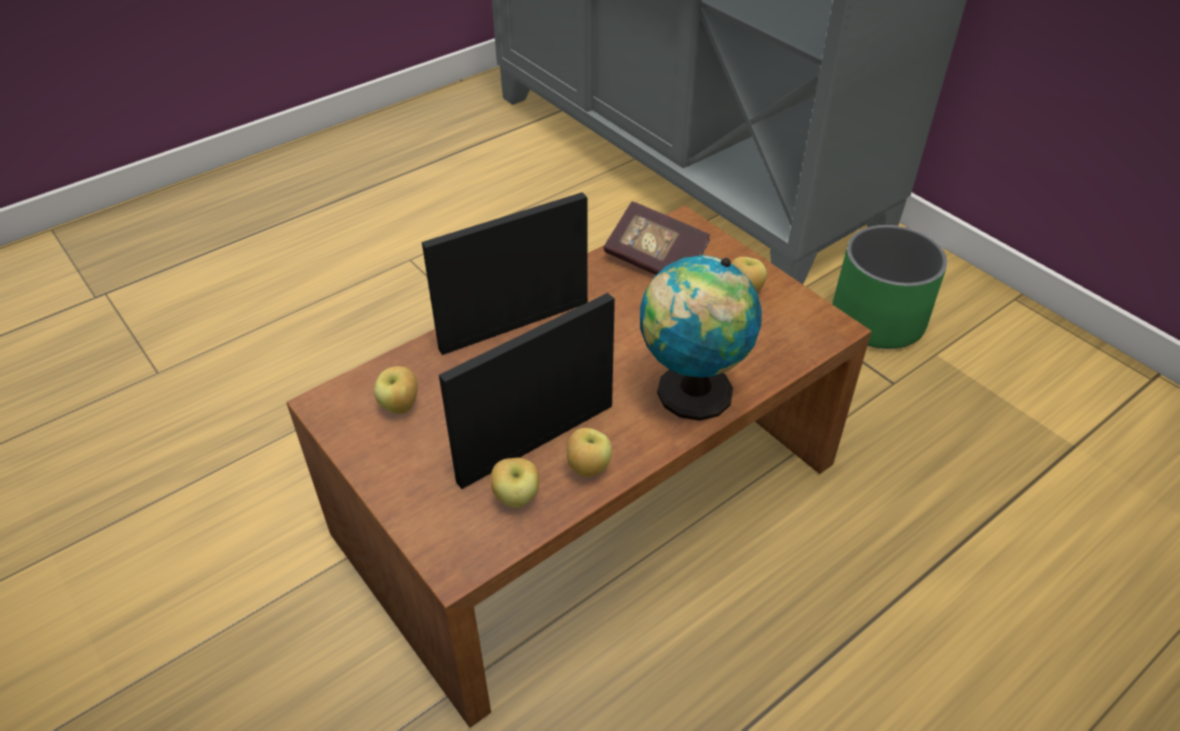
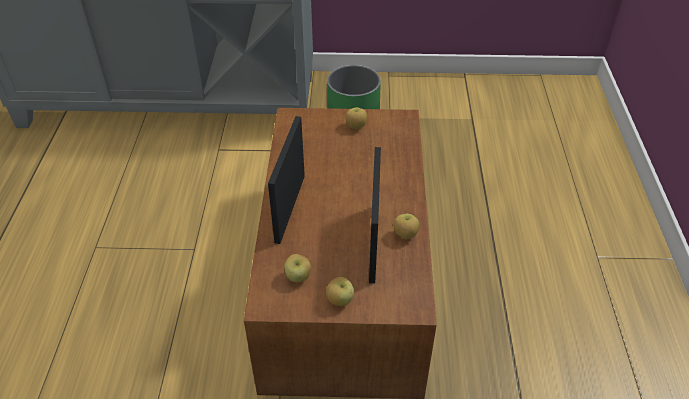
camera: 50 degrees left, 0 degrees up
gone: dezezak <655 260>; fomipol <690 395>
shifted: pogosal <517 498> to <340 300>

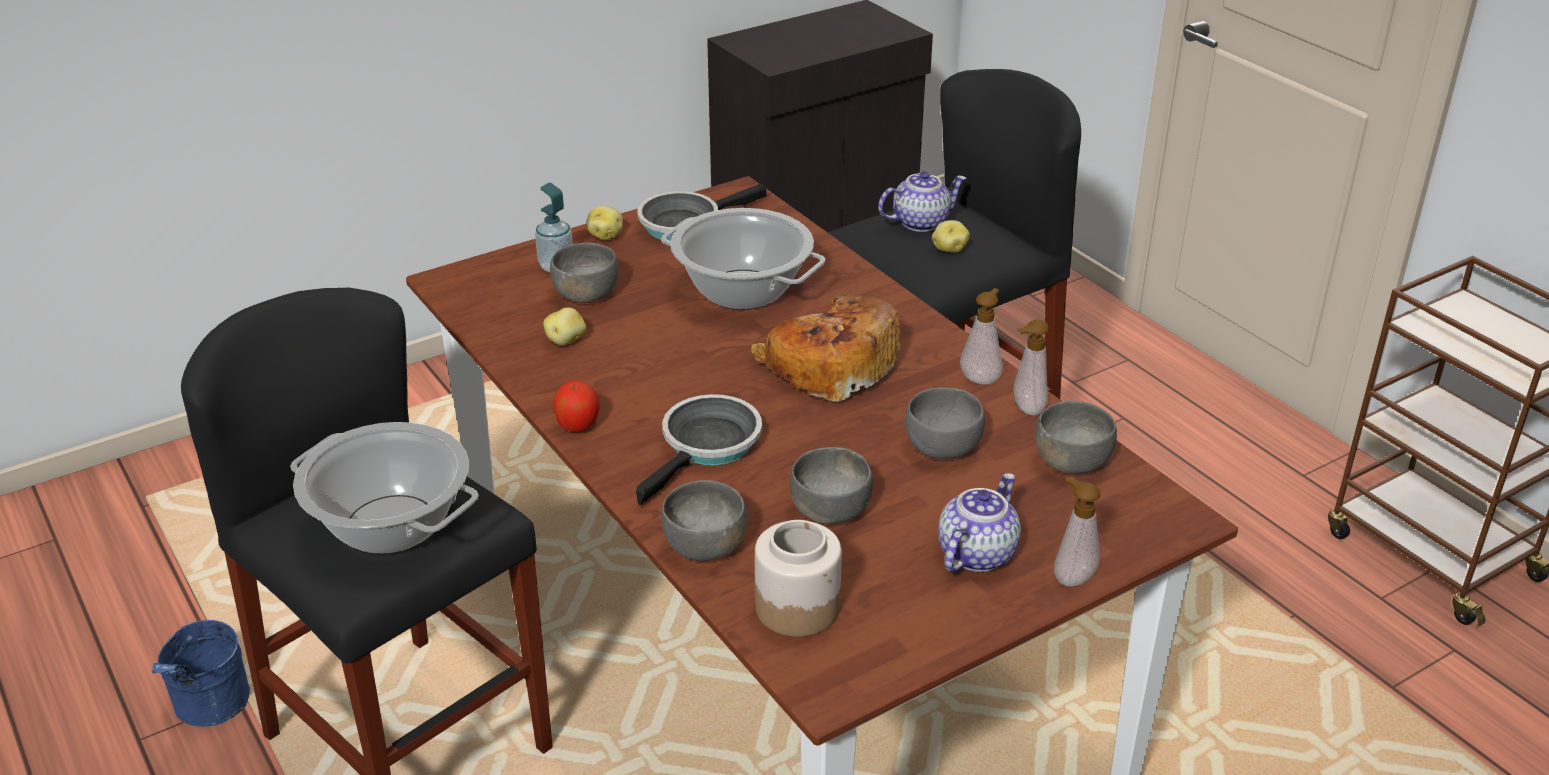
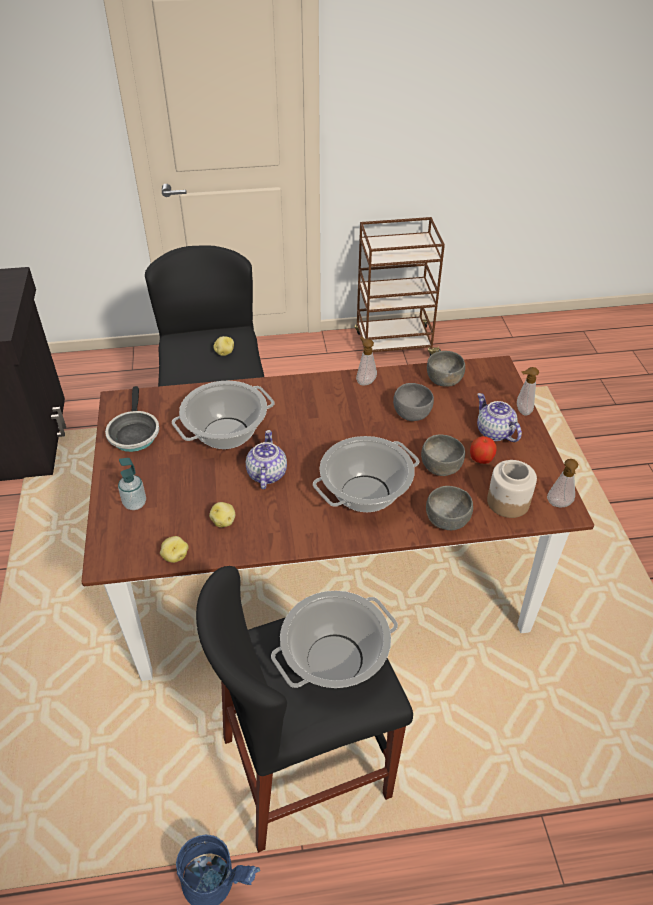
camera: 65 degrees left, 10 degrees up
gone: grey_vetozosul <586 294>; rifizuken <829 364>
shifted: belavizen <606 236> to <175 556>; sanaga <920 222> to <266 474>; pogosal <578 426> to <481 459>; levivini <1025 409> to <559 505>
swapped: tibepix <707 447> to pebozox <365 493>

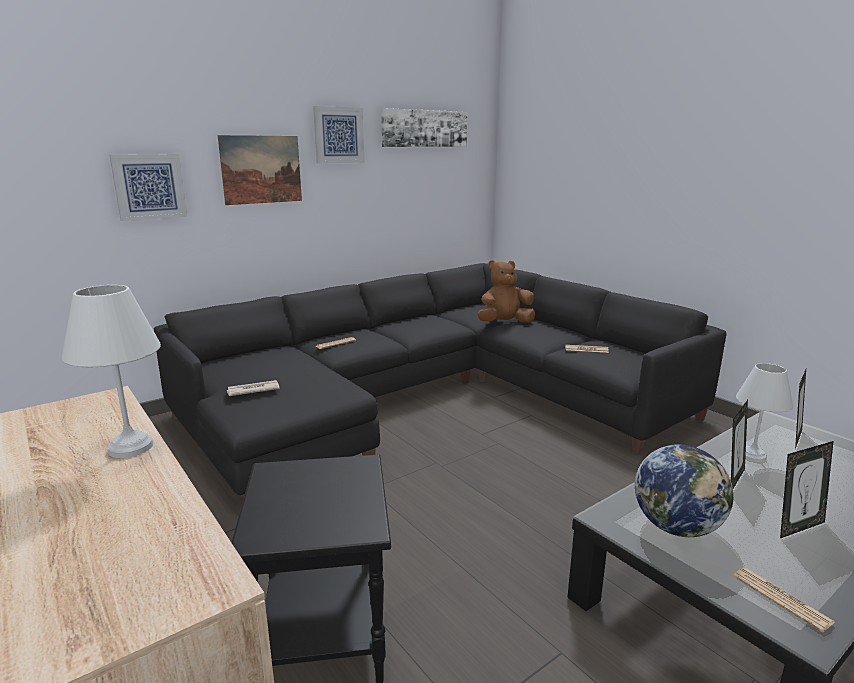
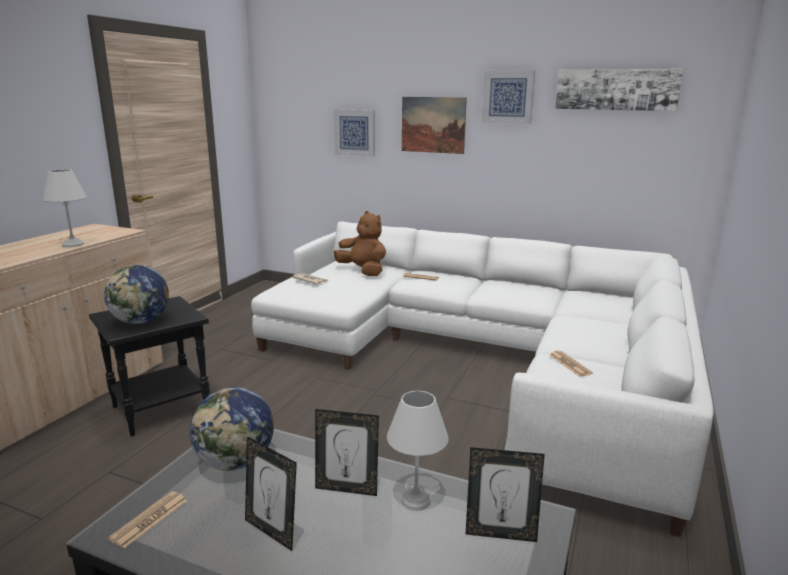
camera: 60 degrees right, 0 degrees up
new: fomipol <141 321>
shifted: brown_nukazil <504 323> to <363 271>
repainted: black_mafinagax <431 397> to white_mafinagax <485 359>

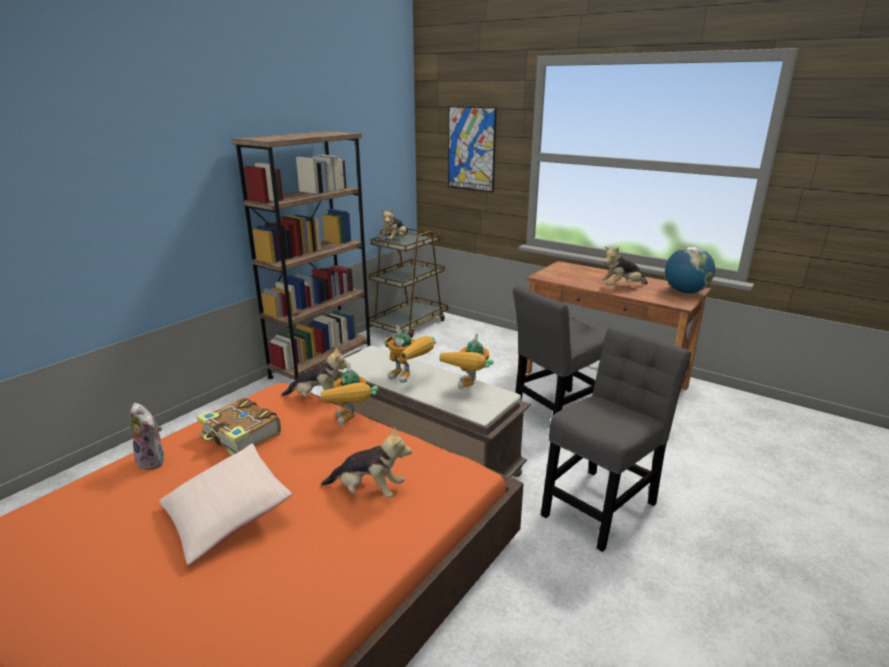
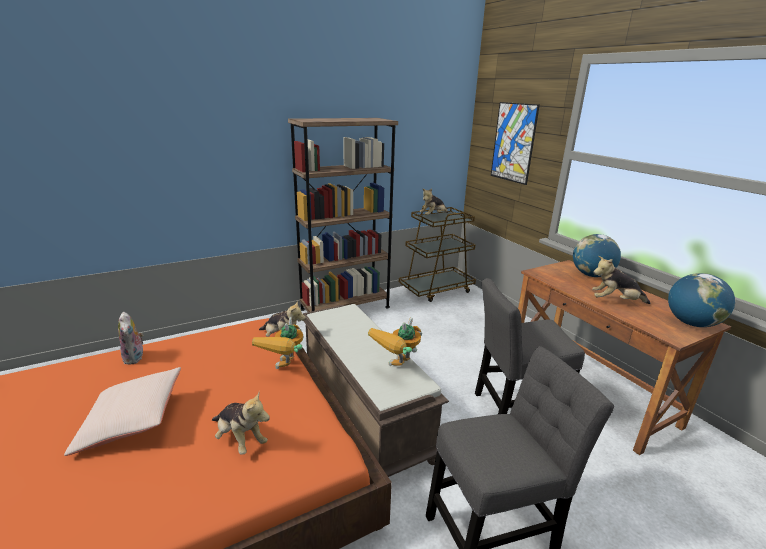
camera: 25 degrees right, 0 degrees up
gone: dezezak <241 437>; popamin <410 378>
new: fomipol <591 275>

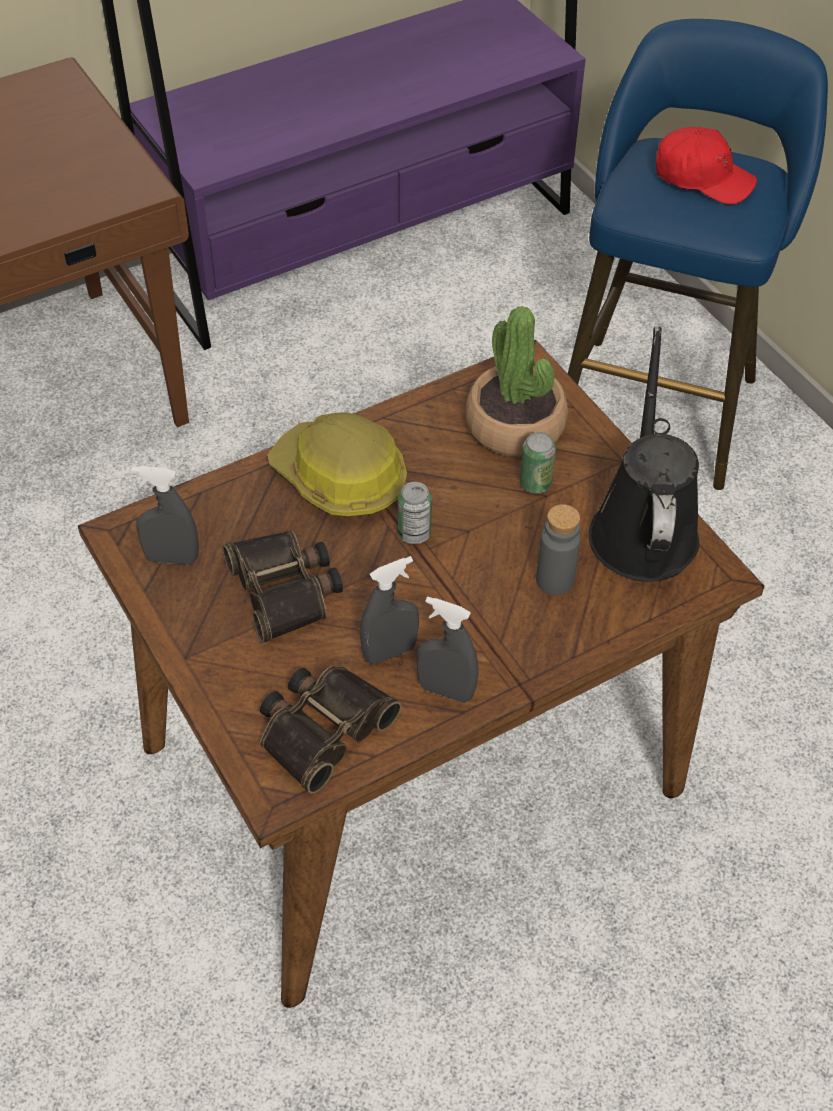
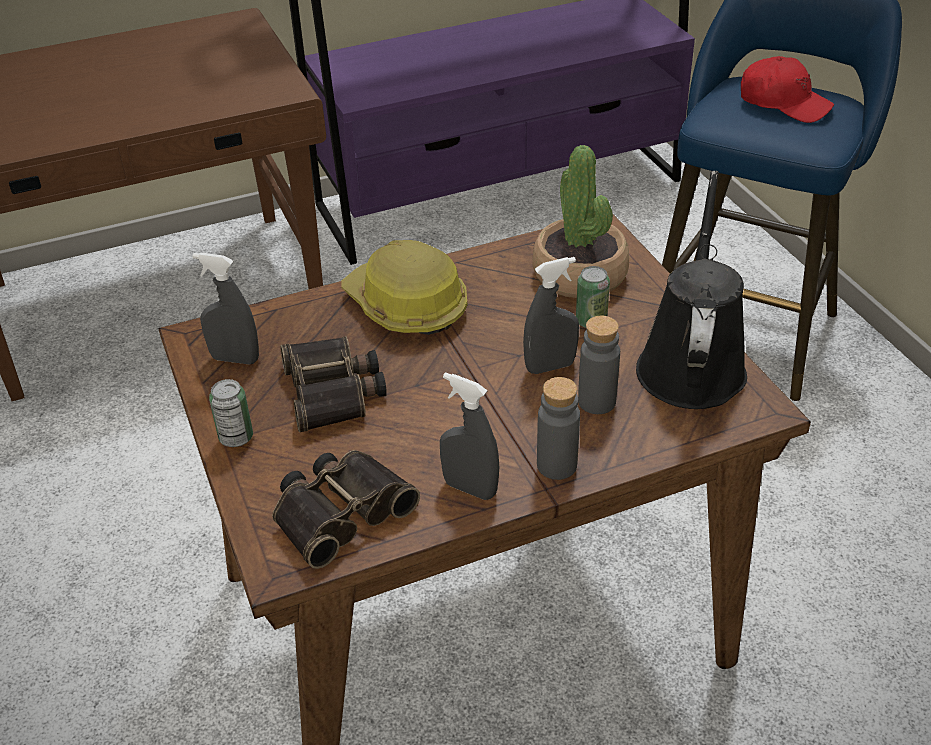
camera: 10 degrees right, 10 degrees down
new: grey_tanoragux <556 465>
shifted: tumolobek <414 534> to <236 437>; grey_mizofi <390 652> to <550 366>

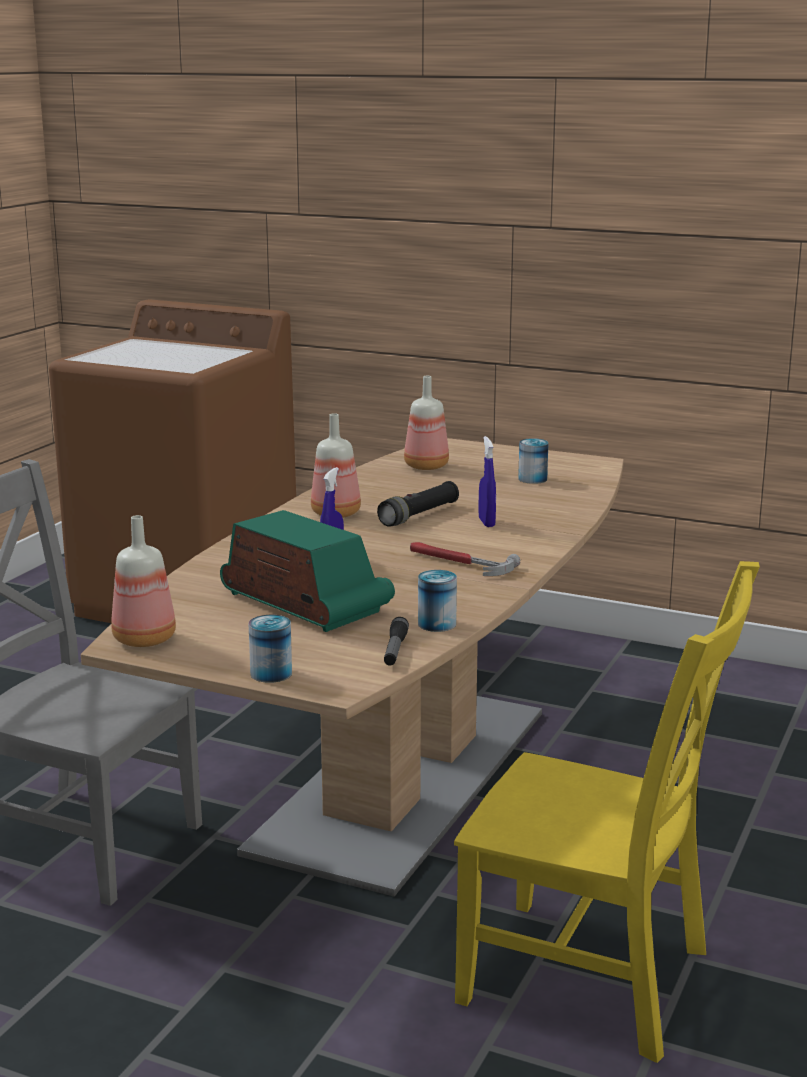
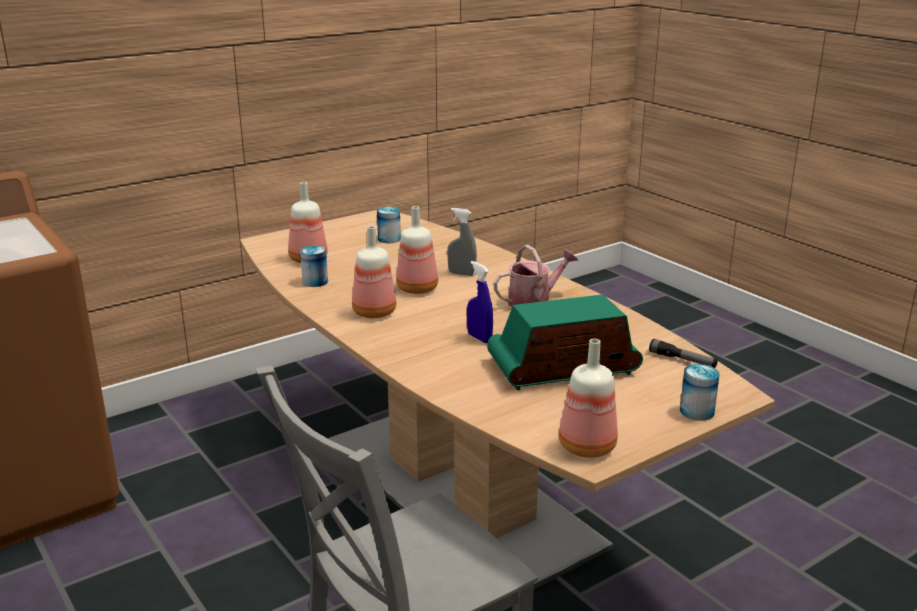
camera: 60 degrees left, 5 degrees up
gone: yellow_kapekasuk <595 980>
shifted: tumolobek <437 624> to <315 282>
swapped: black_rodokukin <419 515> to tanoragux <418 288>; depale <459 563> to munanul <534 301>
repainted: blue_mizofi <486 522> to grey_mizofi <461 273>

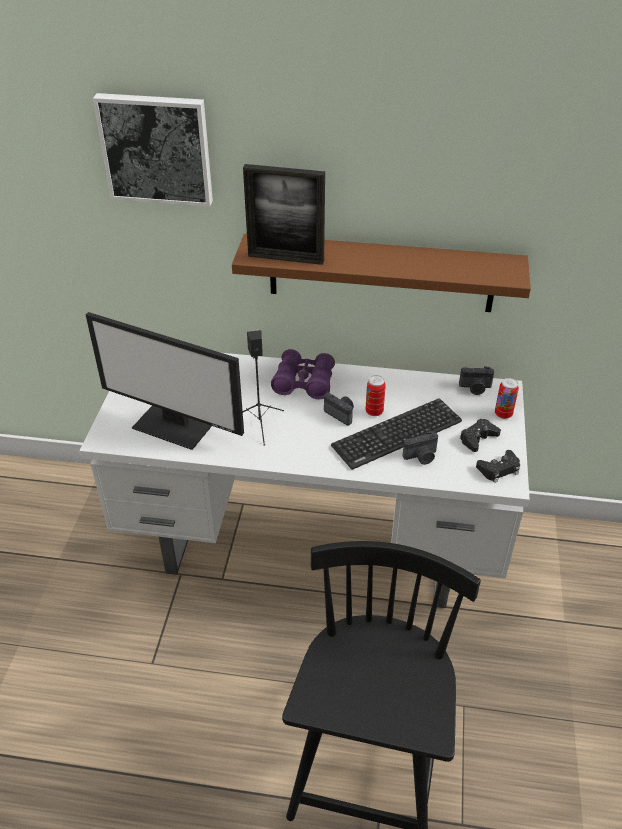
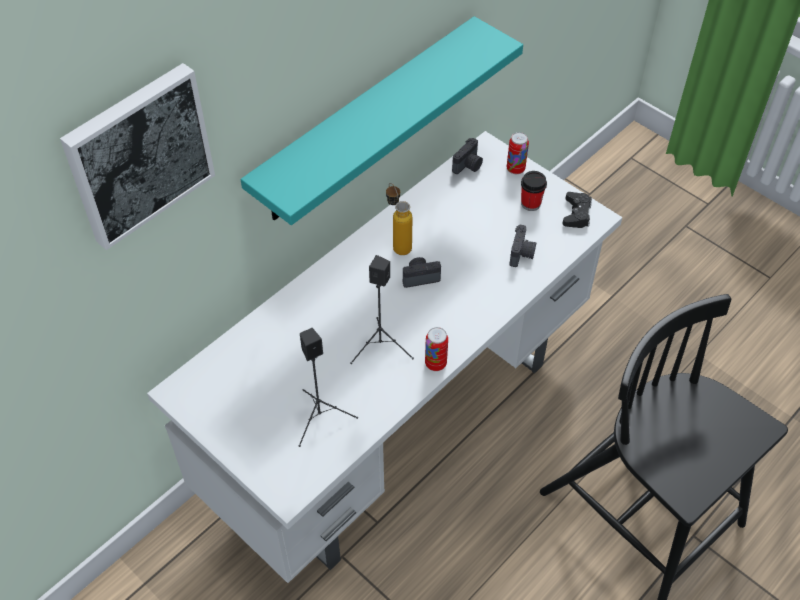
camera: 55 degrees left, 10 degrees up
gone: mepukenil <286 258>; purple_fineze <304 383>; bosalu <397 433>
new: tanoragux <398 243>
shifted: tumolobek <374 411> to <435 363>
swapped: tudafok <175 425> to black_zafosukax <320 417>; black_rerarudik <478 438> to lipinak <530 203>
repainted: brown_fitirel <381 273> to turquoise_fitirel <366 121>

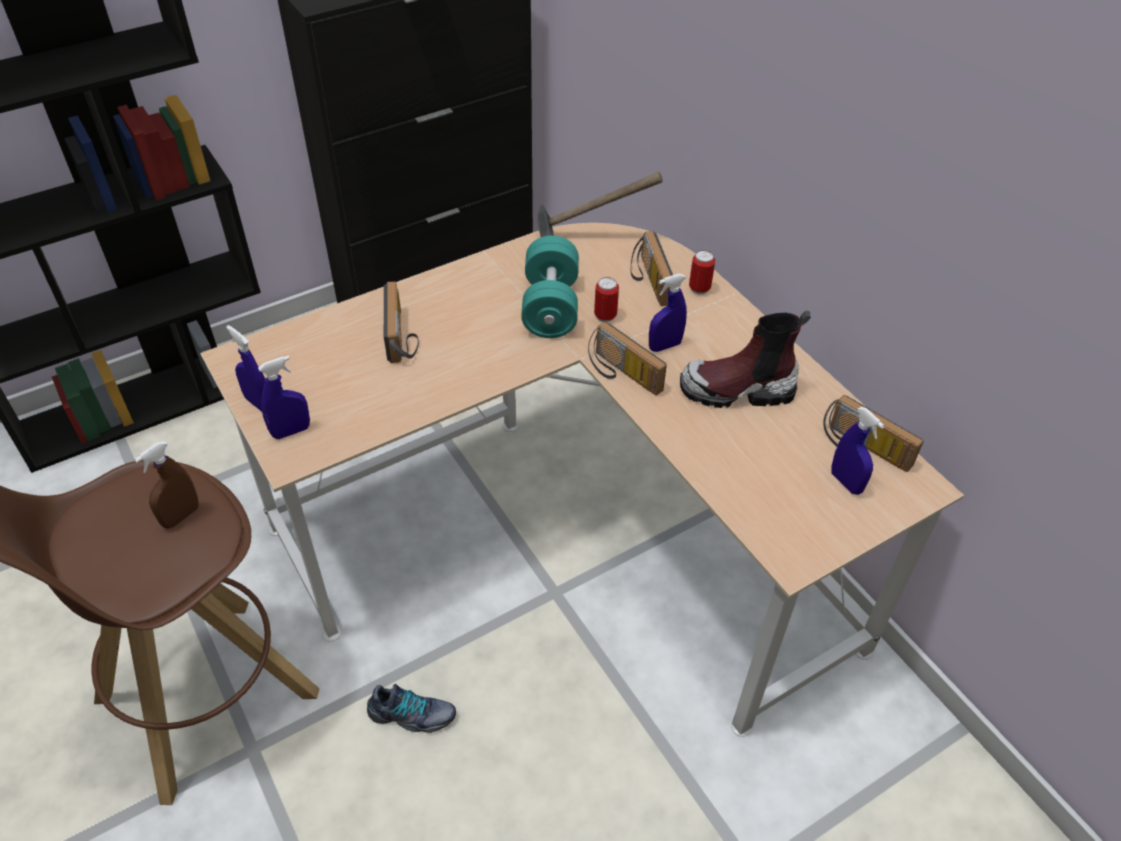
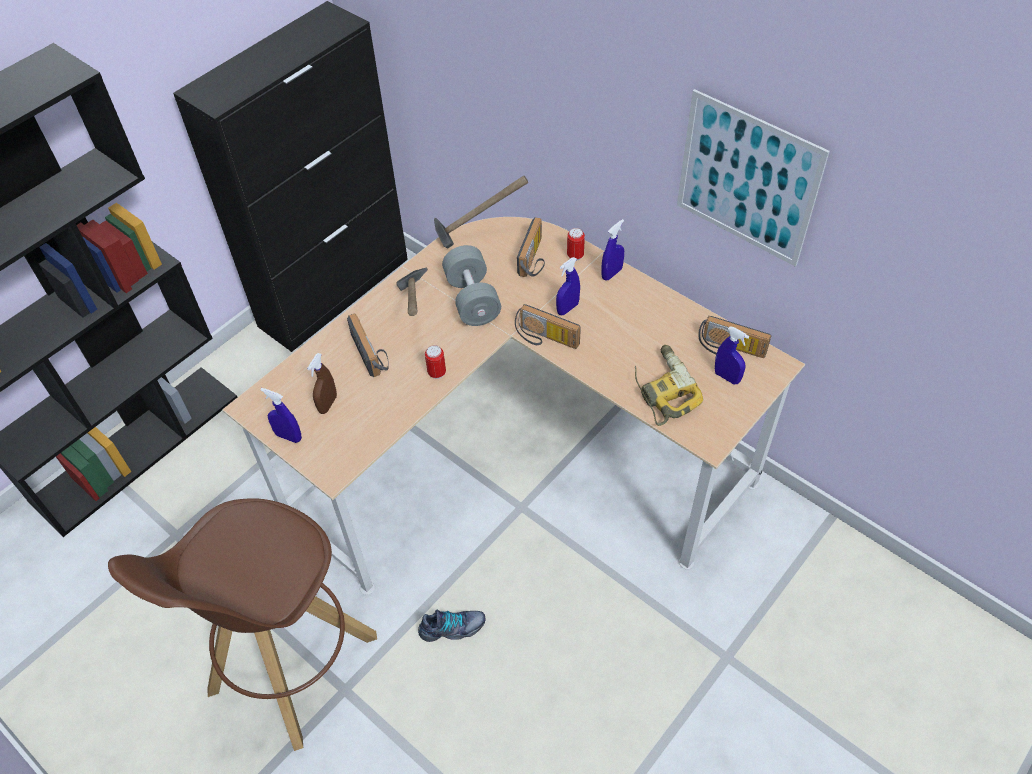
camera: 15 degrees left, 5 degrees up
gone: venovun <738 390>
new: depale <416 313>; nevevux <662 390>; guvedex <747 179>
shifted: brown_mizofi <181 516> to <328 404>; tumolobek <605 316> to <437 373>; blue_mizofi <291 431> to <611 273>
repainted: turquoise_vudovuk <550 306> to grey_vudovuk <472 299>
rotated: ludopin <647 280> = <535 259> 135 degrees counterclockwise

